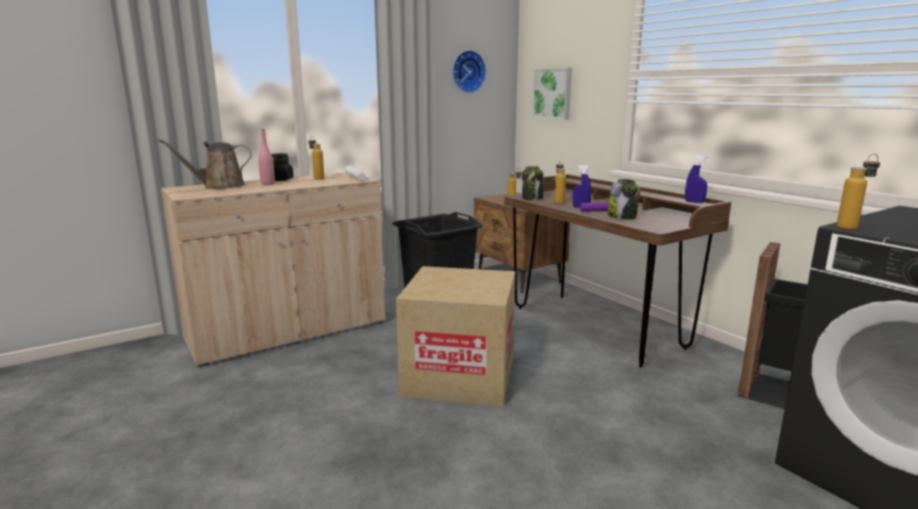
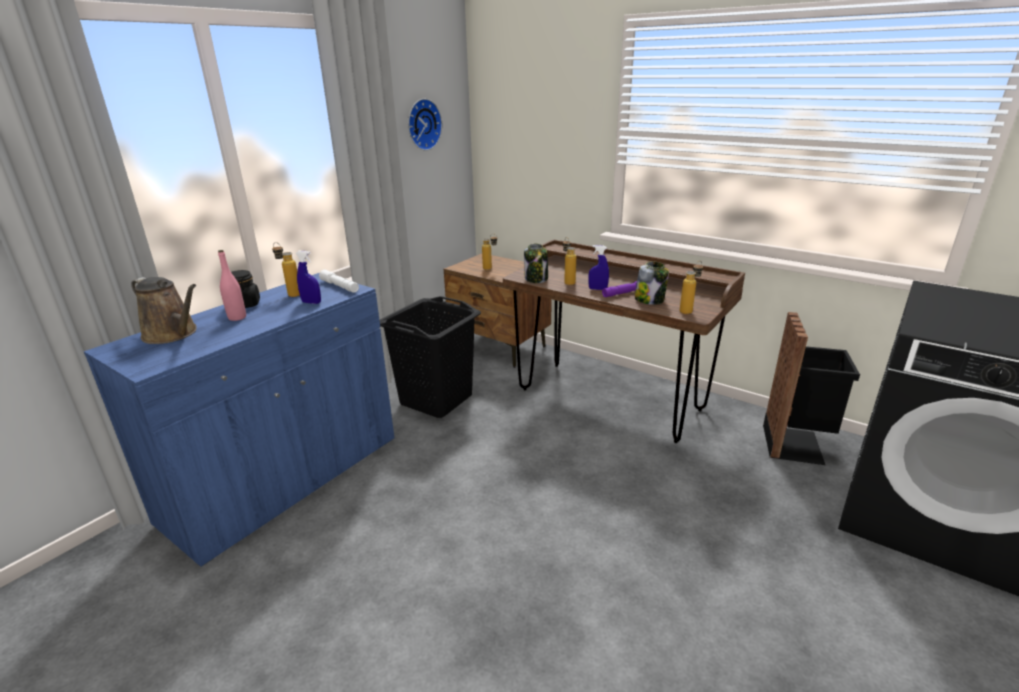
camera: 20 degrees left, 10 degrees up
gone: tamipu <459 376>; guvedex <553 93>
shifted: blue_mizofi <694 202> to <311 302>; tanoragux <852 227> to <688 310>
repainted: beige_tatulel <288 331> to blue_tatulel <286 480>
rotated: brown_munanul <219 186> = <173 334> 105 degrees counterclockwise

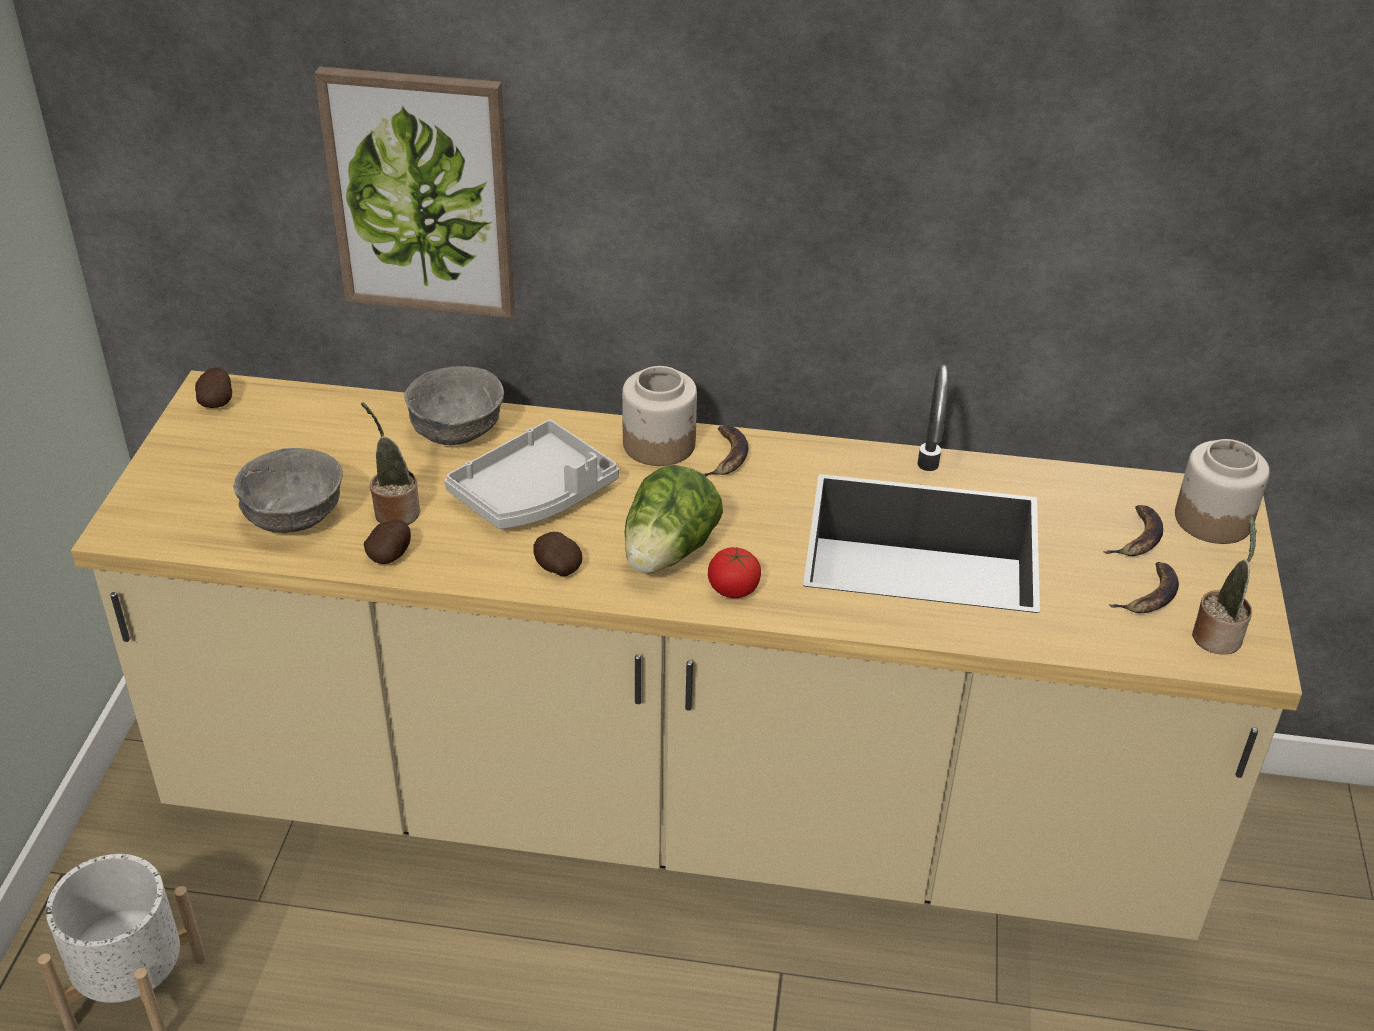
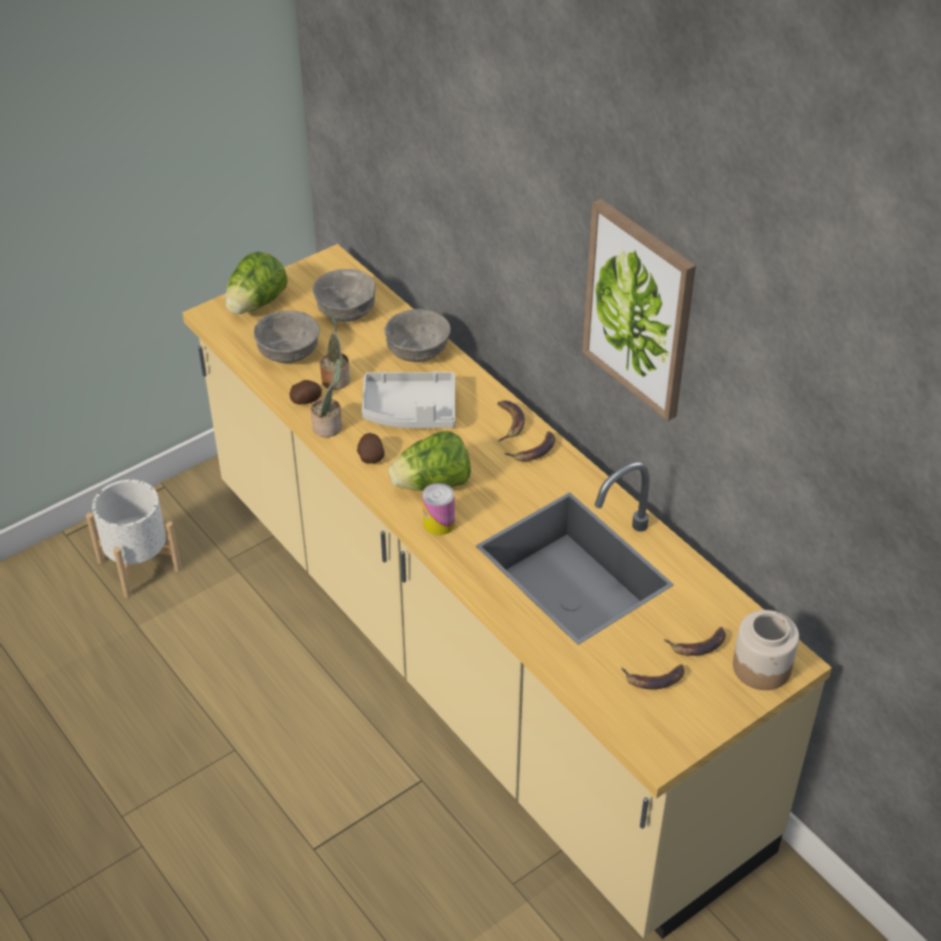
camera: 45 degrees right, 5 degrees up
gone: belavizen <217 401>
new: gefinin <256 304>; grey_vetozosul <347 311>
shifted: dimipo <1217 635> to <329 426>; guvedex <421 193> to <639 309>
swapped: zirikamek <733 589> to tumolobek <439 523>; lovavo <660 444> to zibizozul <509 422>

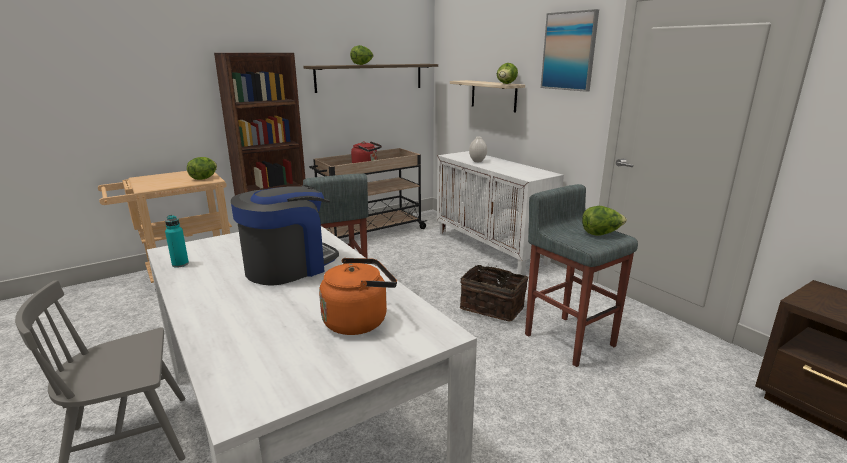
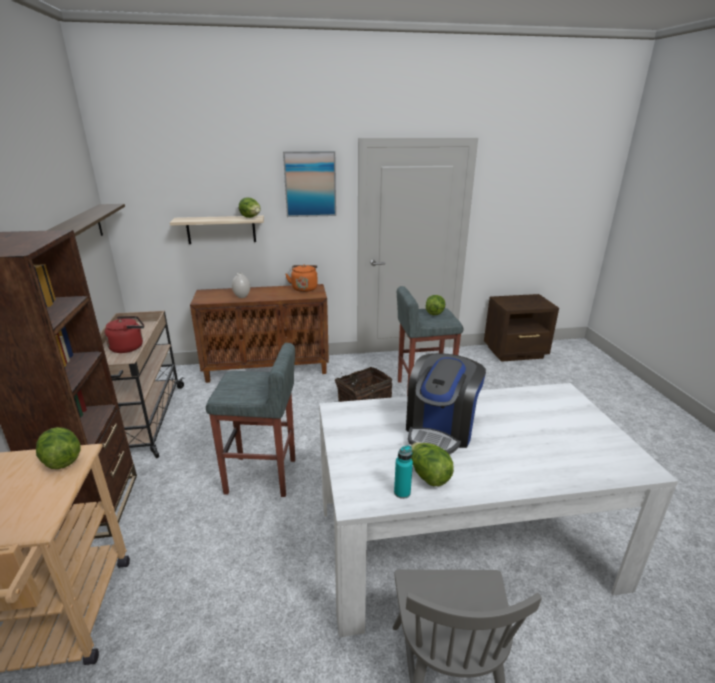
camera: 65 degrees left, 5 degrees up
shifted: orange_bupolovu <359 321> to <304 288>; gefinin <362 64> to <428 476>
repainted: white_tatulel <491 248> to brown_tatulel <268 369>
rotated: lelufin <289 266> = <440 429> 135 degrees counterclockwise

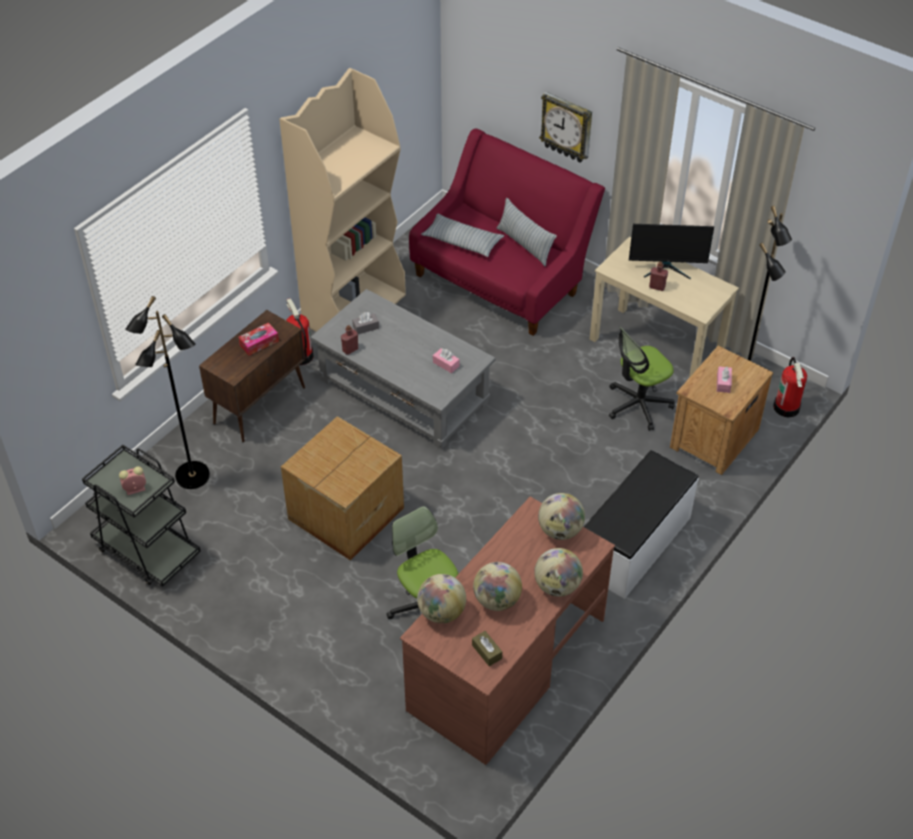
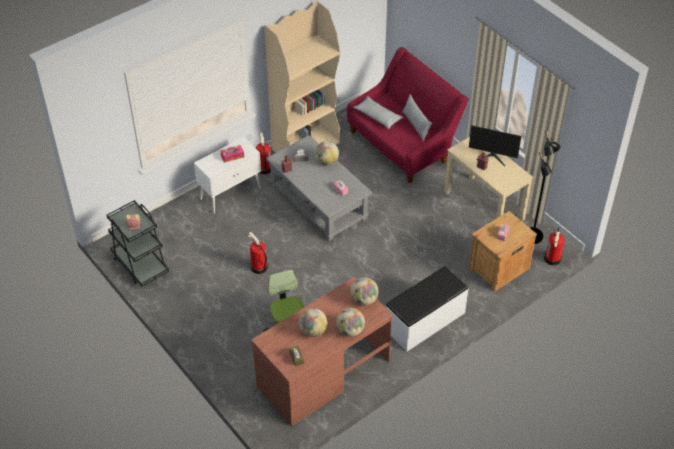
camera: 15 degrees right, 0 degrees up
gone: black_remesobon <192 477>; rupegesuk <567 127>; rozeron <638 405>
shifted: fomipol <441 612> to <326 161>
swapped: tamipu <344 513> to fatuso <258 267>
repainted: brown_tatulel <260 405> to white_tatulel <231 193>

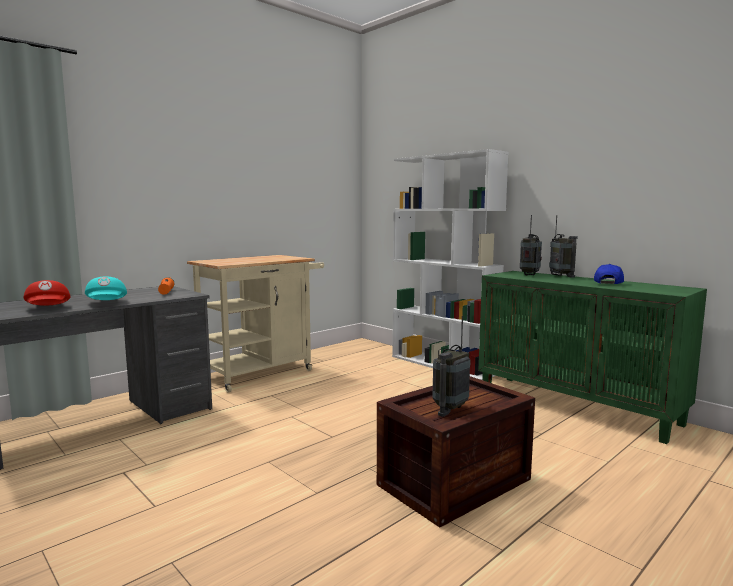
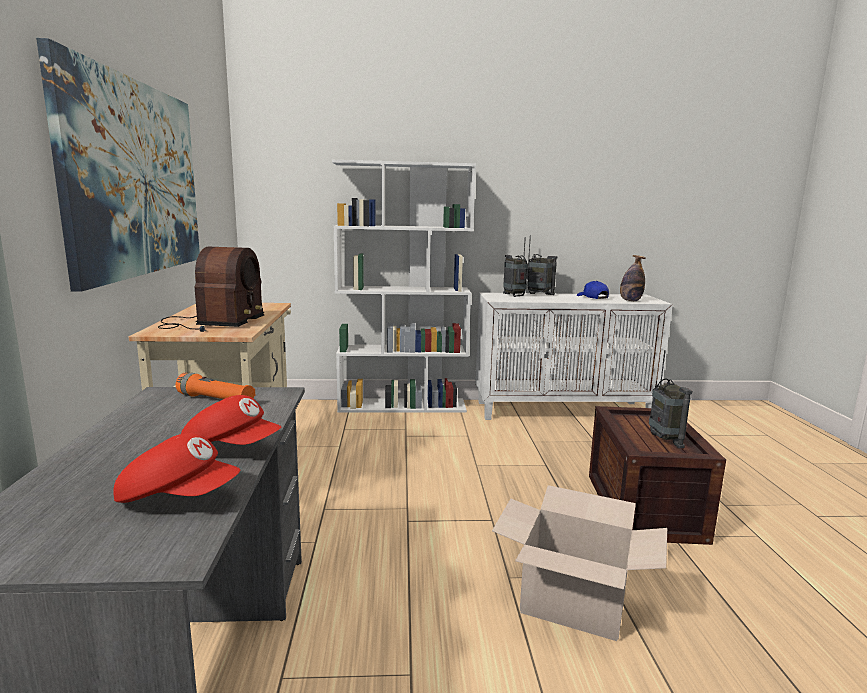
camera: 50 degrees left, 5 degrees up
new: guvedex <136 179>; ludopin <211 323>; tamipu <573 602>; tanoragux <630 300>
repainted: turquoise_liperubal <107 303> to red_liperubal <232 448>; green_tatulel <577 406> to white_tatulel <563 410>

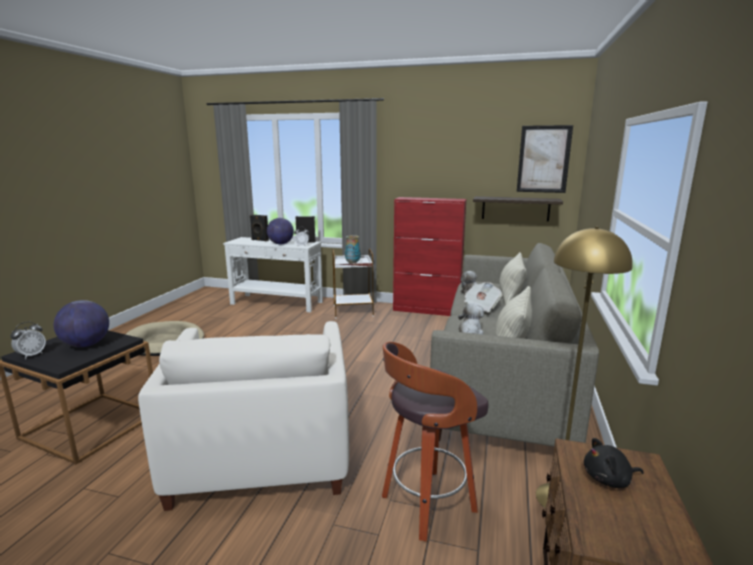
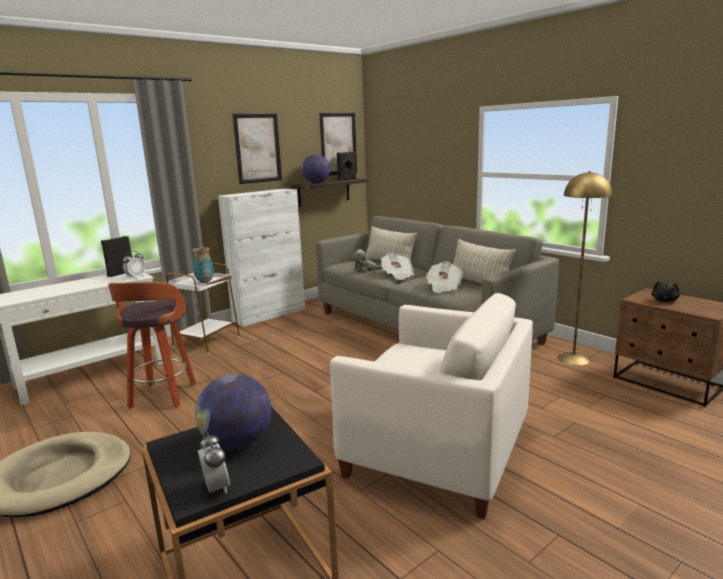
camera: 55 degrees left, 0 degrees up
new: guvedex <258 148>
shifted: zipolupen <426 505> to <162 396>; fomipol <281 244> to <316 183>; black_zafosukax <259 240> to <347 179>
swapped: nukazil <469 332> to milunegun <443 287>
repainted: red_tatulel <427 310> to white_tatulel <270 315>

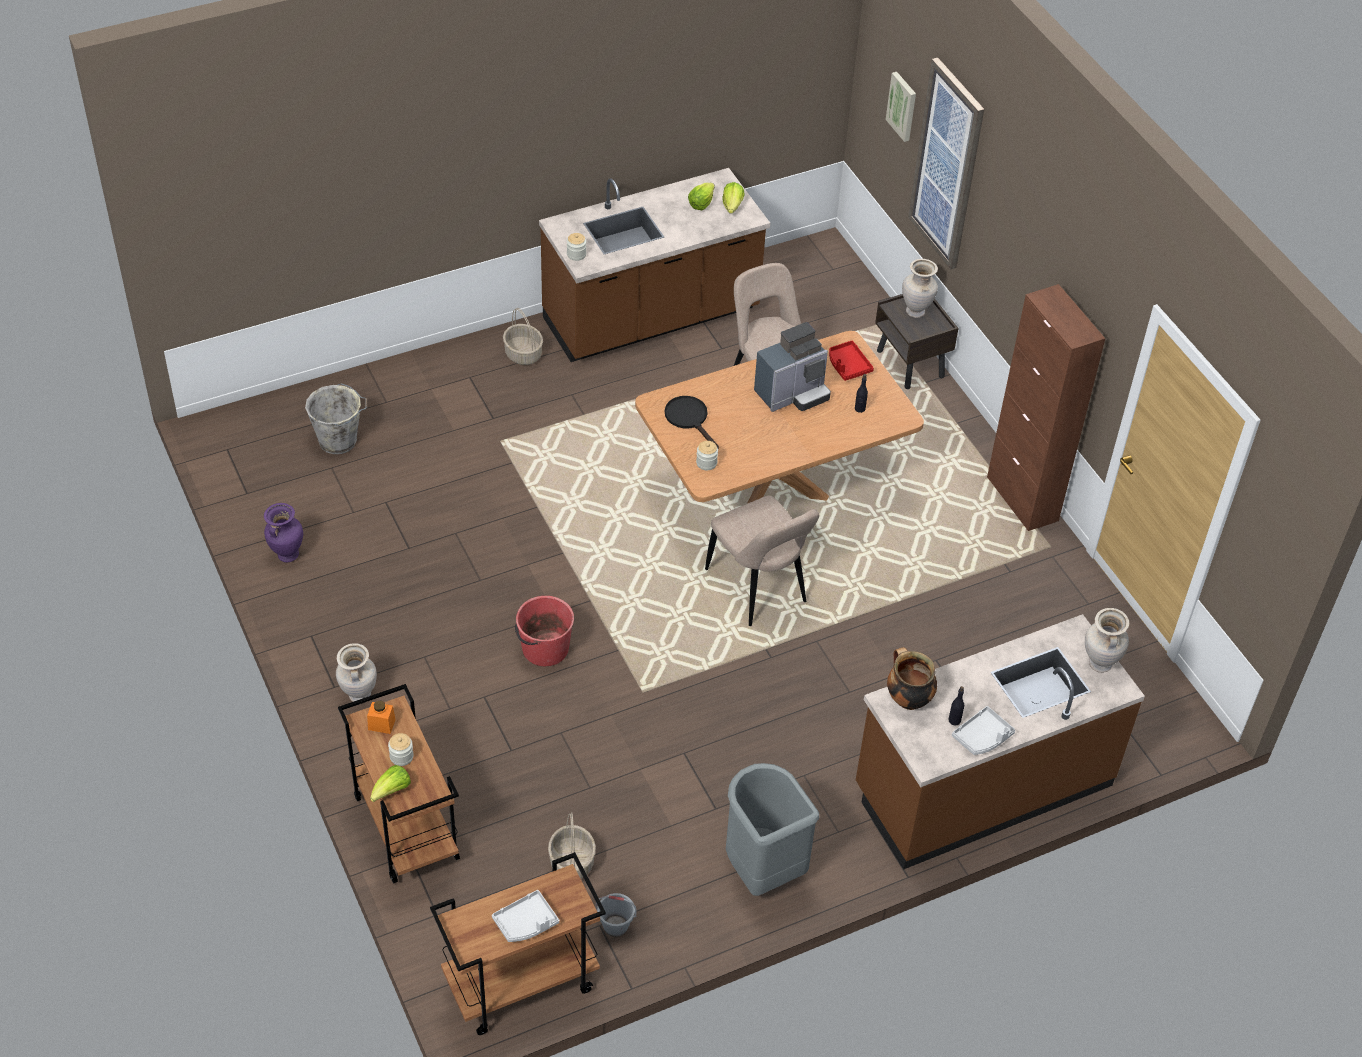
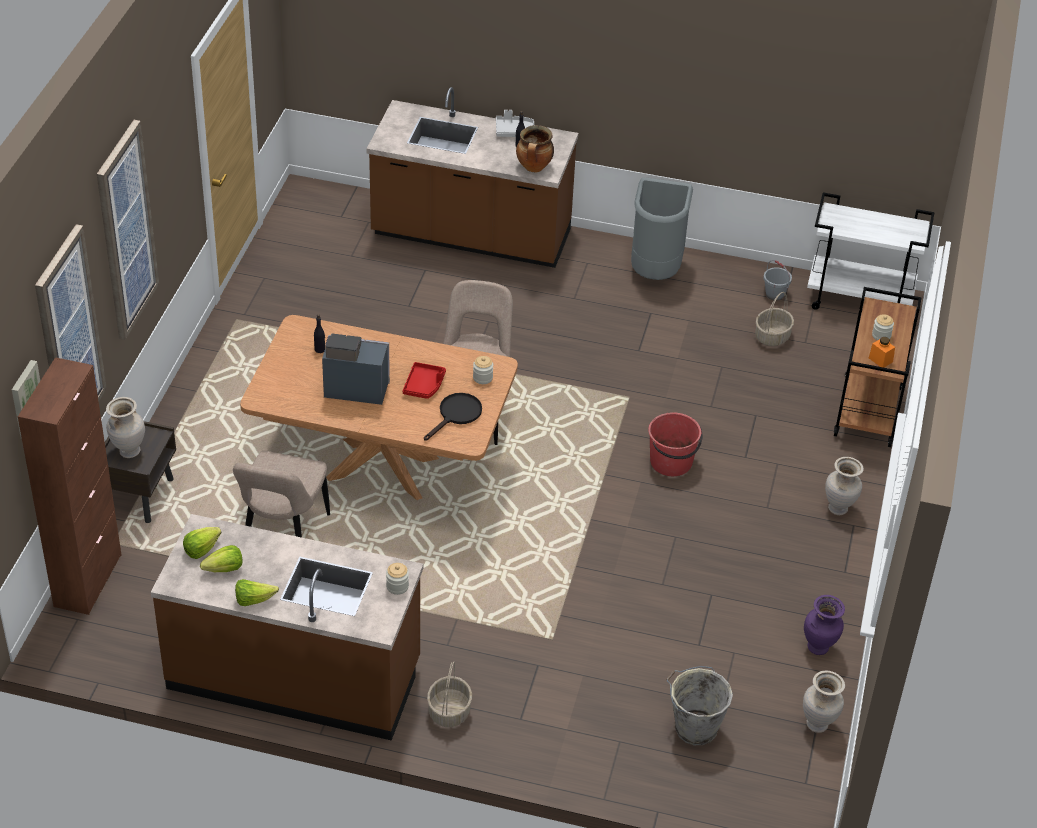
camera: 140 degrees left, 5 degrees down
gone: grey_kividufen <526 923>
new: guvedex <126 231>
shifted: brown_tatulel <1022 499> to <88 580>; gefinin <392 791> to <253 600>; red_kividufen <848 366> to <424 385>; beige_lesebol <1099 664> to <818 725>
repainted: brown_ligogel <520 985> to white_ligogel <860 300>
rotated: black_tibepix <689 419> = <456 415> 150 degrees counterclockwise

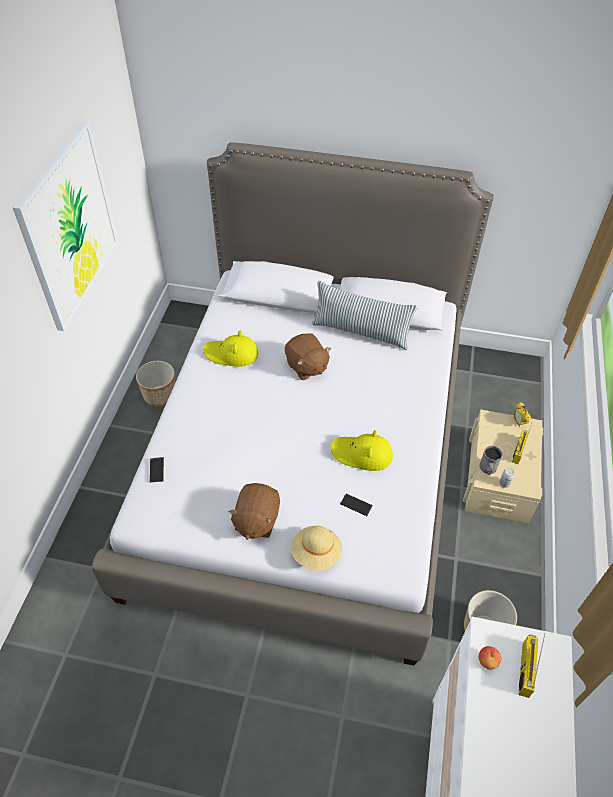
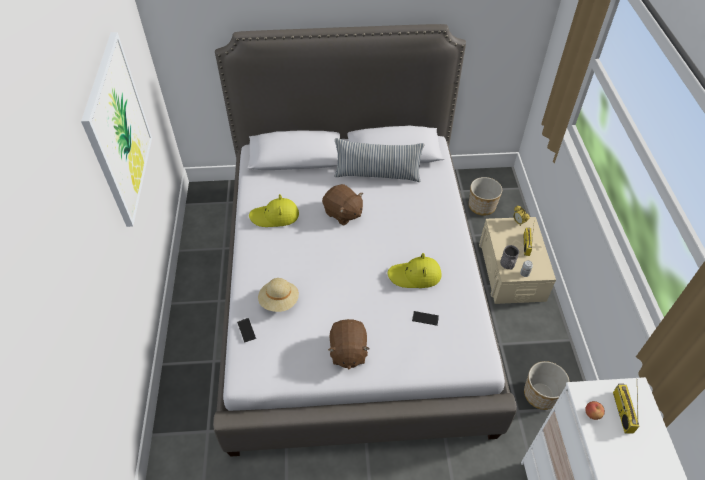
camera: 15 degrees left, 0 degrees up
shifted: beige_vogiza <316 553> to <279 301>; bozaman <160 395> to <482 206>

